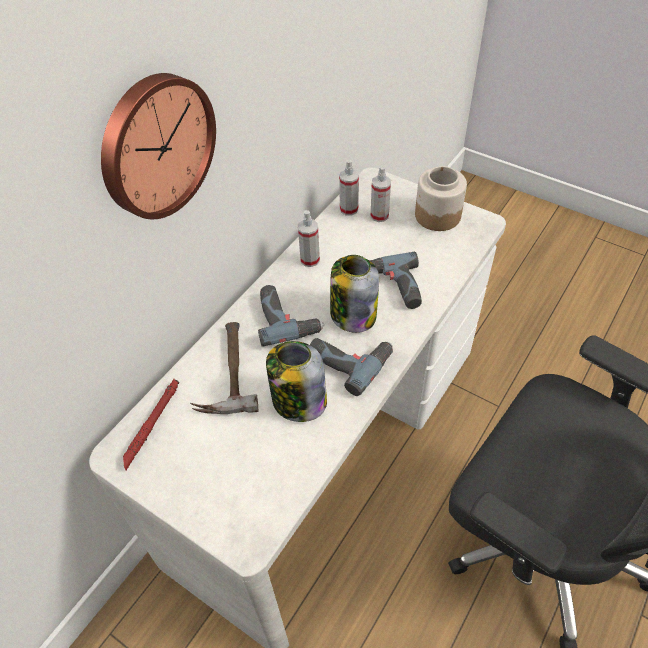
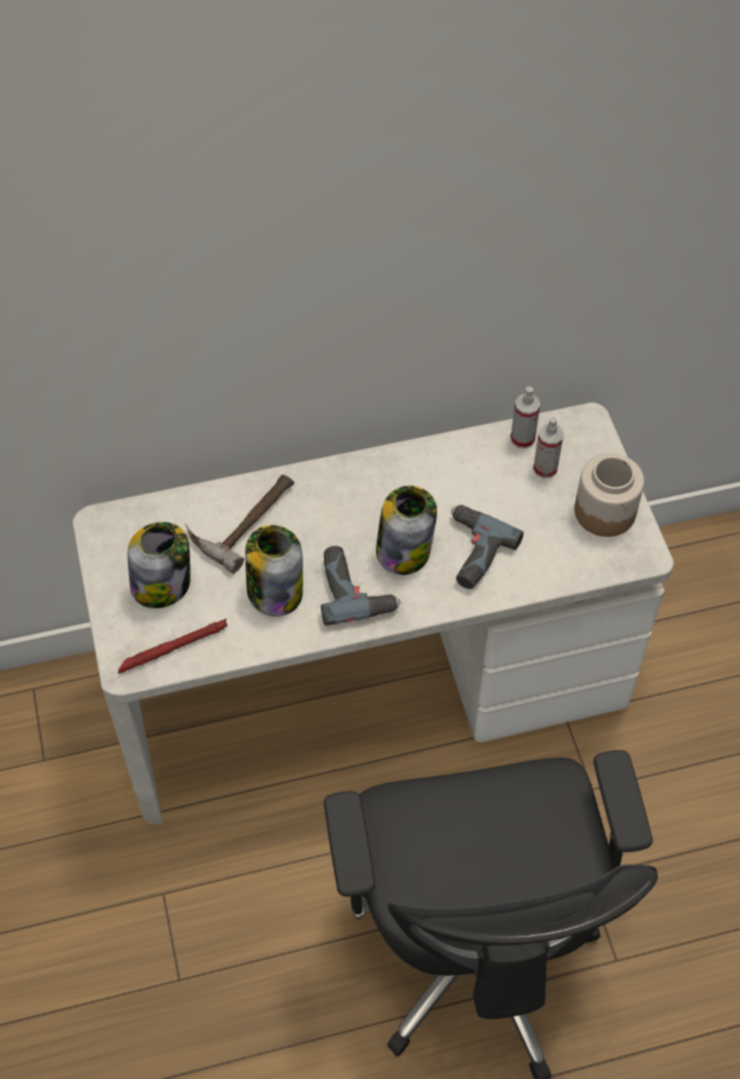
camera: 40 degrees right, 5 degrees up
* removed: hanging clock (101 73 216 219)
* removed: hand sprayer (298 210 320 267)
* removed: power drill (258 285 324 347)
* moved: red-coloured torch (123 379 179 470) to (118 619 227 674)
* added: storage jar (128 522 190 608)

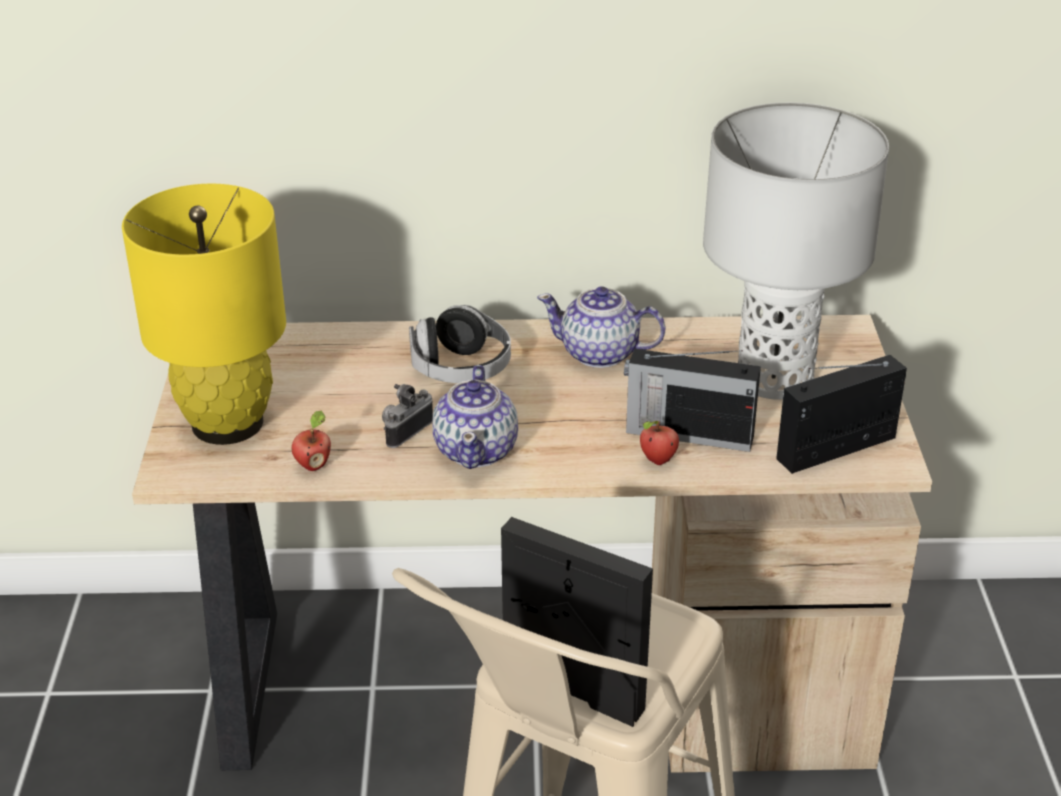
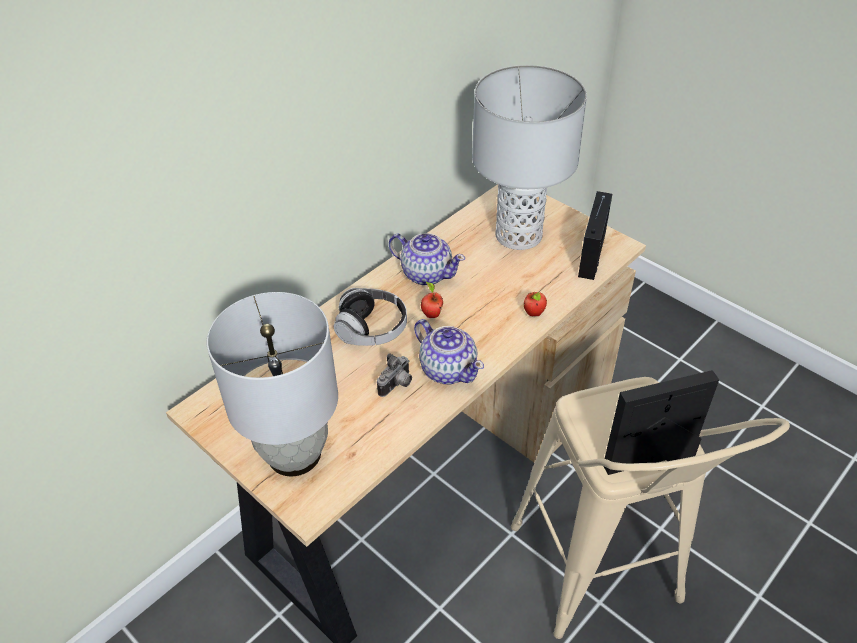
camera: 45 degrees left, 10 degrees up
* recoloured: yellow lamp for a table (122 184 286 445) to white lamp for a table (207 292 338 476)
* turned: tea pot (537 286 666 368) = (389 233 465 286) 120 degrees counterclockwise
* removed: radio set (624 349 761 452)
* turned: photo camera (382 384 433 448) = (377 353 412 397) 135 degrees counterclockwise
* moved: apple (292 410 331 471) to (421 281 443 318)

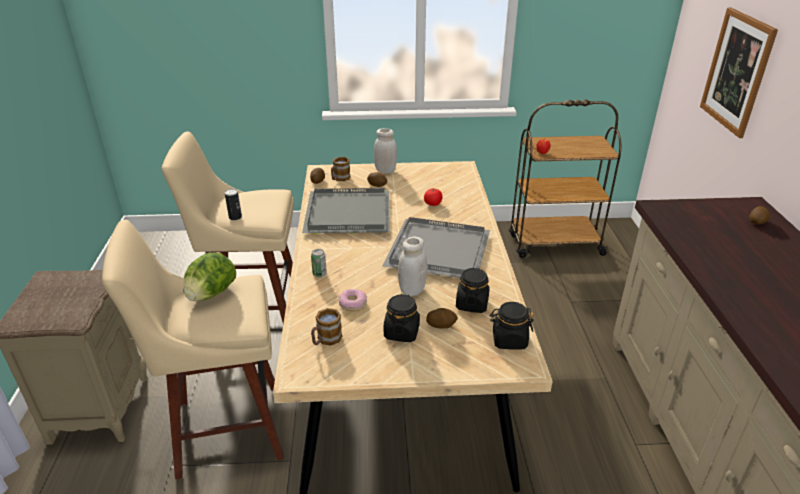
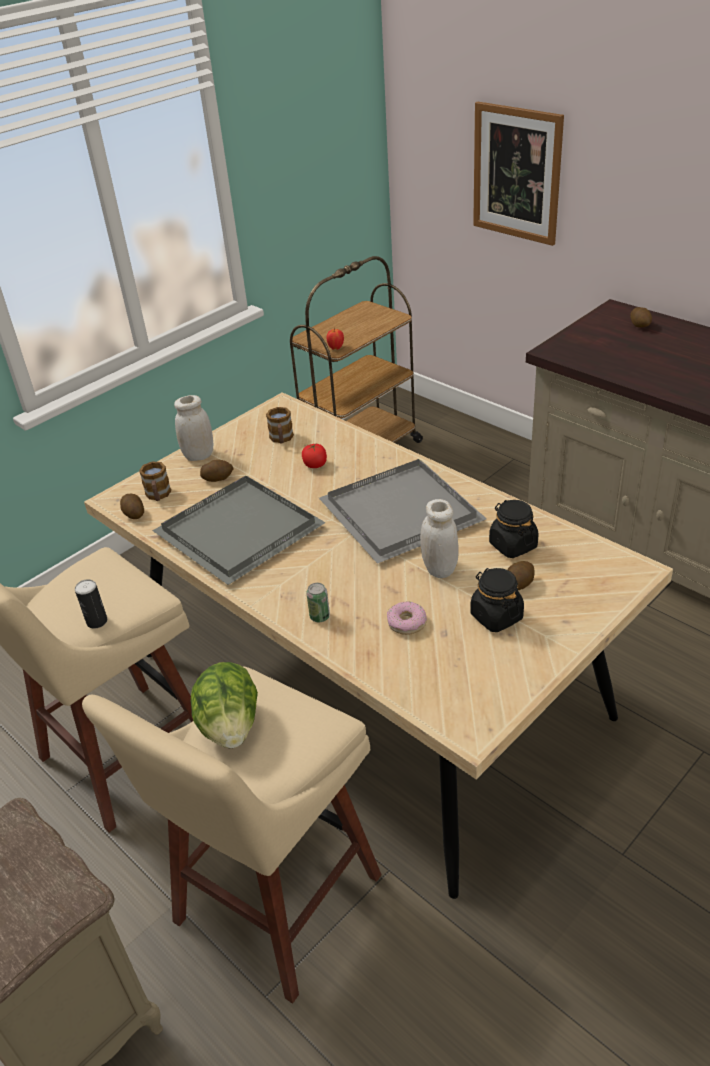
camera: 40 degrees left, 5 degrees up
* removed: blackish storage jar (490 302 534 350)
* moved: mug (311 308 342 346) to (266 407 294 443)

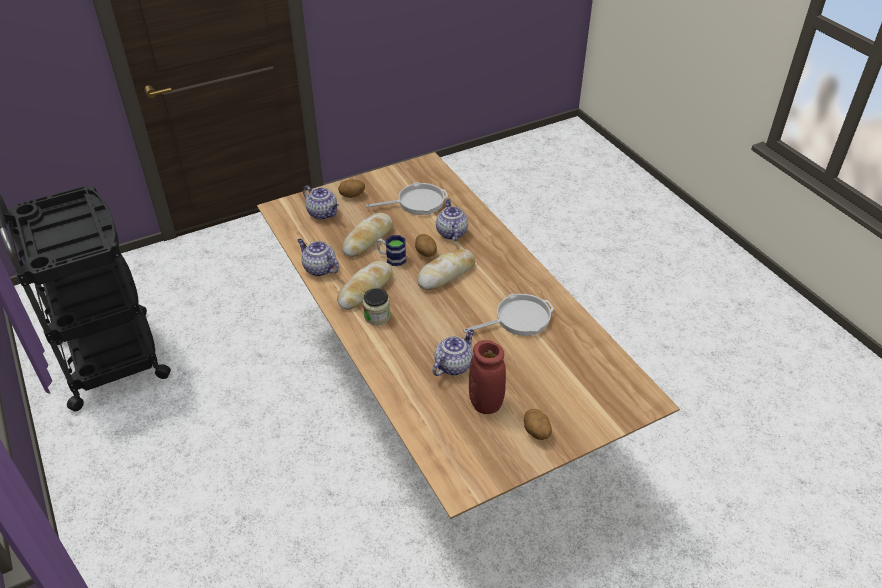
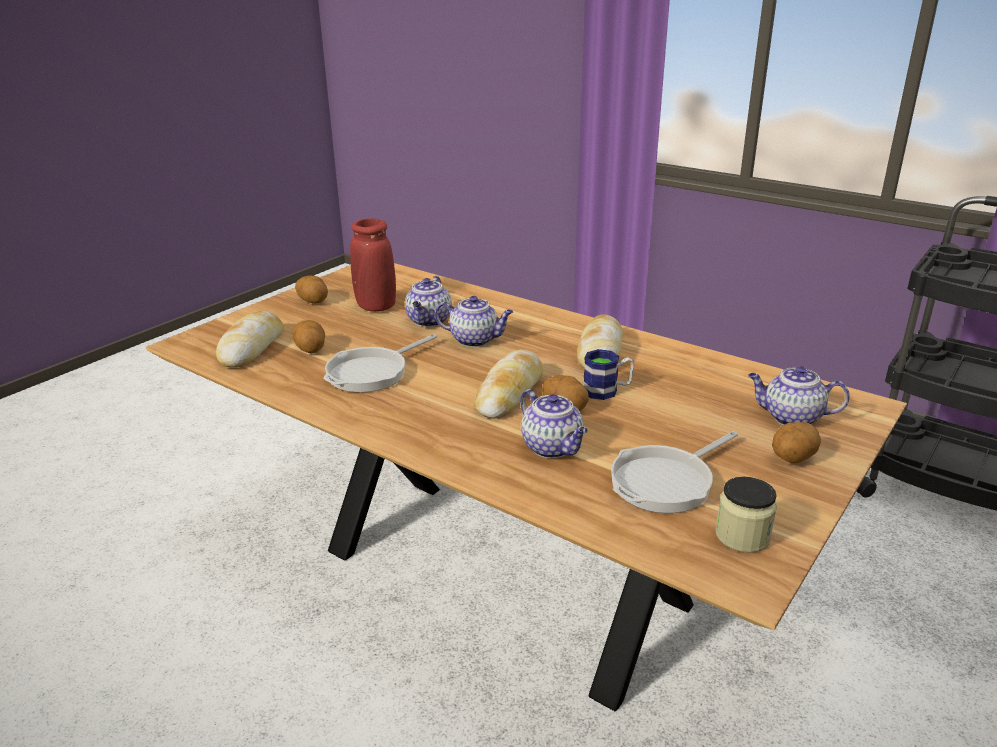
camera: 155 degrees right, 15 degrees down
* moved: bread (342 213 393 257) to (216 310 284 367)
* moved: tea pot (297 238 339 276) to (435 296 514 347)
* moved: storage jar (363 288 390 325) to (715 477 777 553)
* added: spud (293 320 325 354)

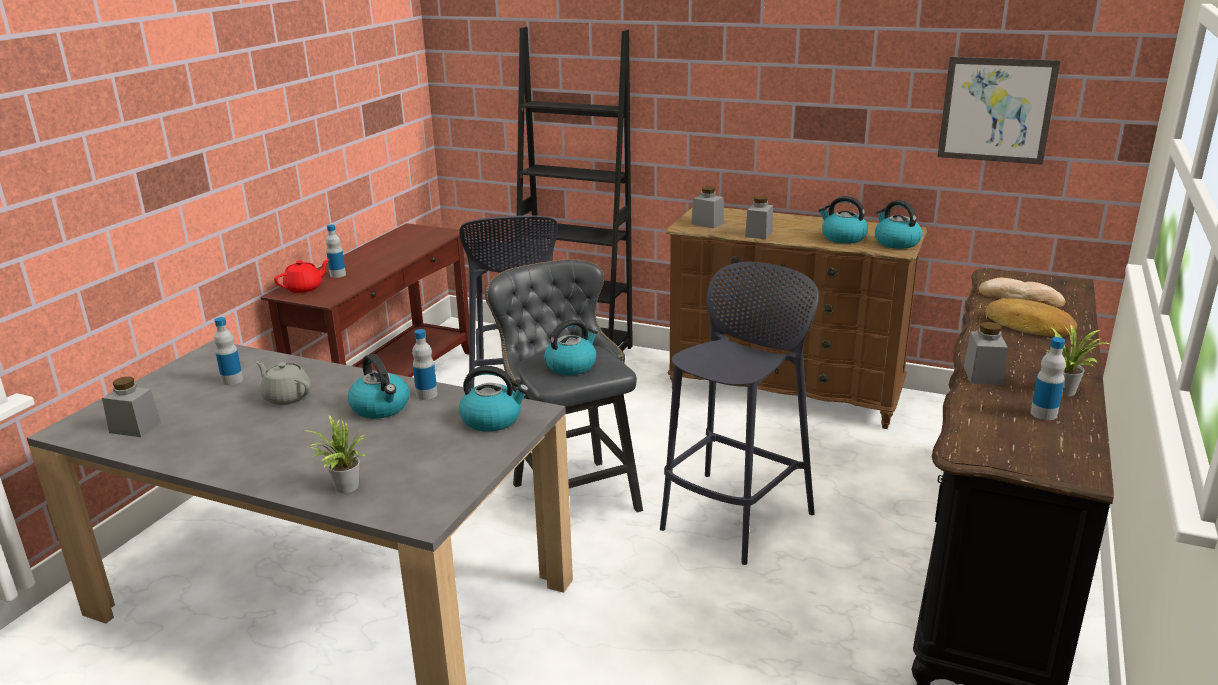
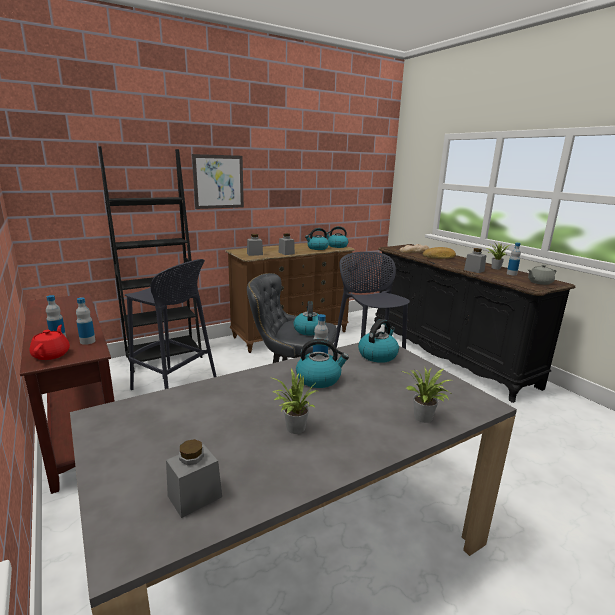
camera: 55 degrees left, 5 degrees down
* moved: wall picture (938 56 1060 165) to (192 154 244 209)
* moved: drink bottle (214 317 243 385) to (76 297 96 345)
* moved: greyish tea pot (256 361 311 405) to (528 265 556 285)
* added: potted plant (272 368 317 434)

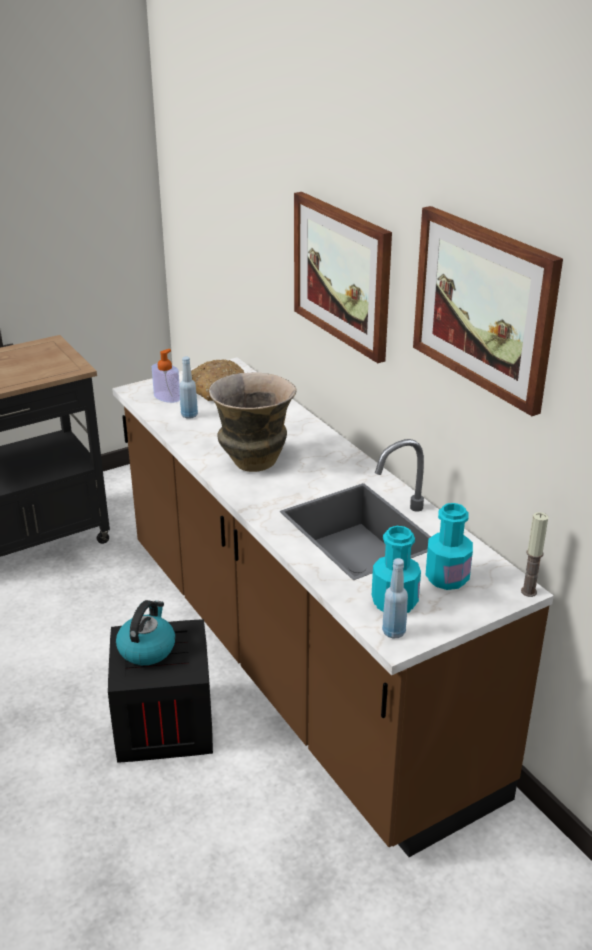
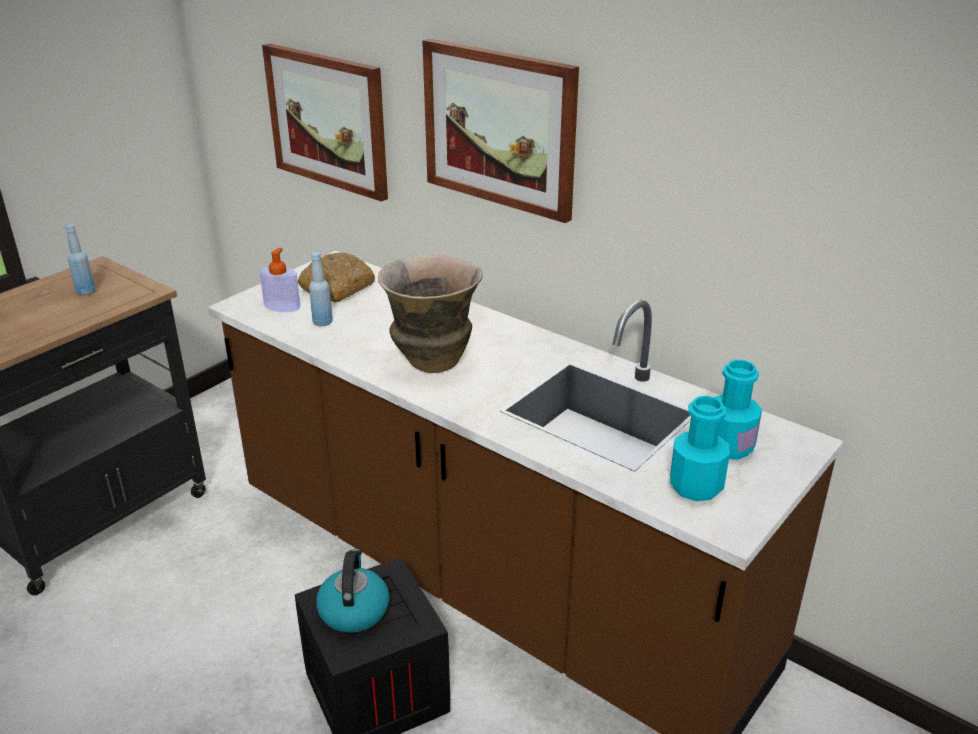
camera: 20 degrees left, 0 degrees up
* moved: wall picture (413 206 563 416) to (262 43 388 202)
* removed: wax light (521 512 548 597)
* moved: blue-coloured drink bottle (382 558 408 638) to (65 224 95 296)

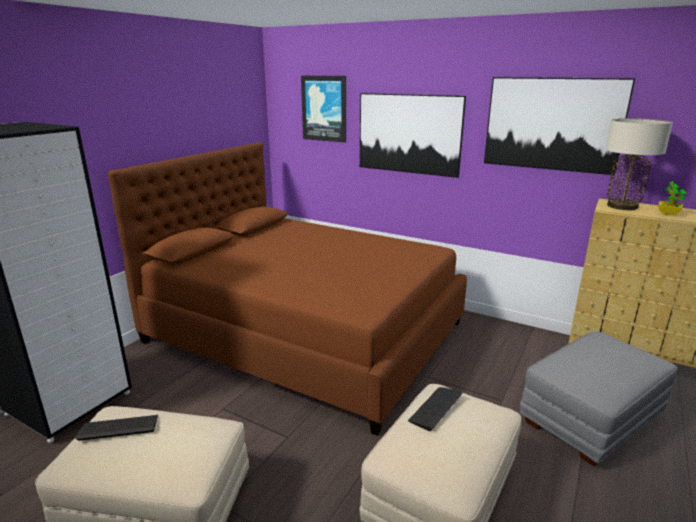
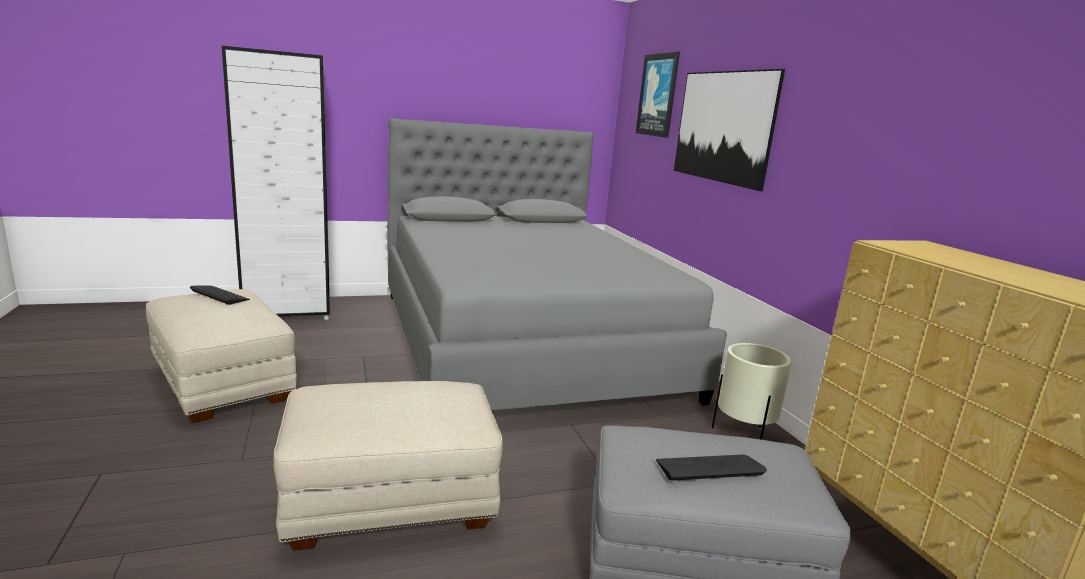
camera: 40 degrees right, 5 degrees down
* removed: wall picture (484 77 635 175)
* removed: lamp for a table (605 118 673 210)
* recoloured: brown sleeping bed (108 142 467 436) to greyish sleeping bed (387 118 727 410)
* removed: potted plant (658 181 686 216)
* moved: PC keyboard (408 387 462 431) to (656 454 767 481)
* added: beige plant pot (712 343 792 440)

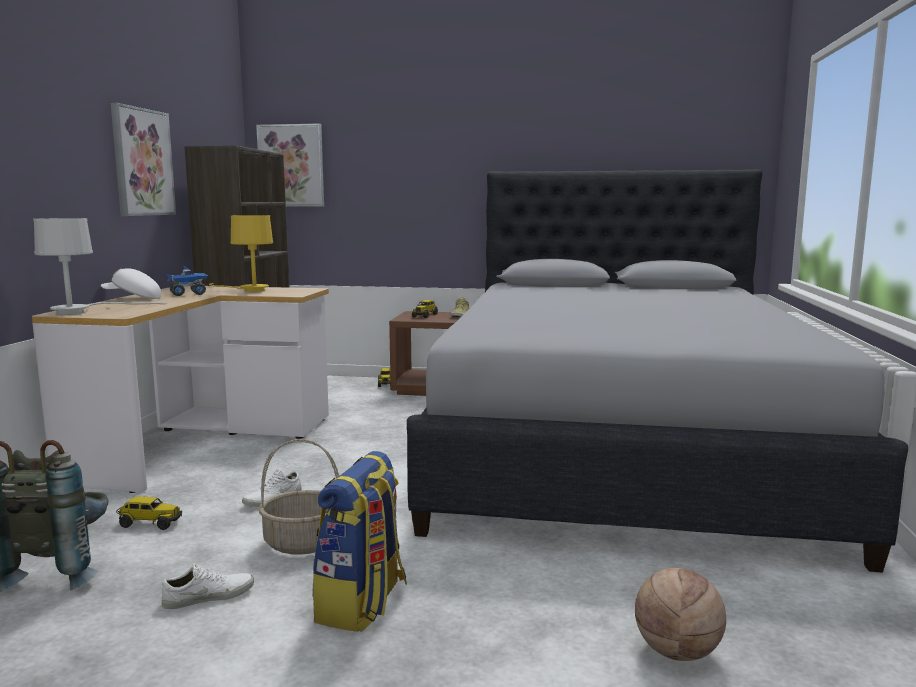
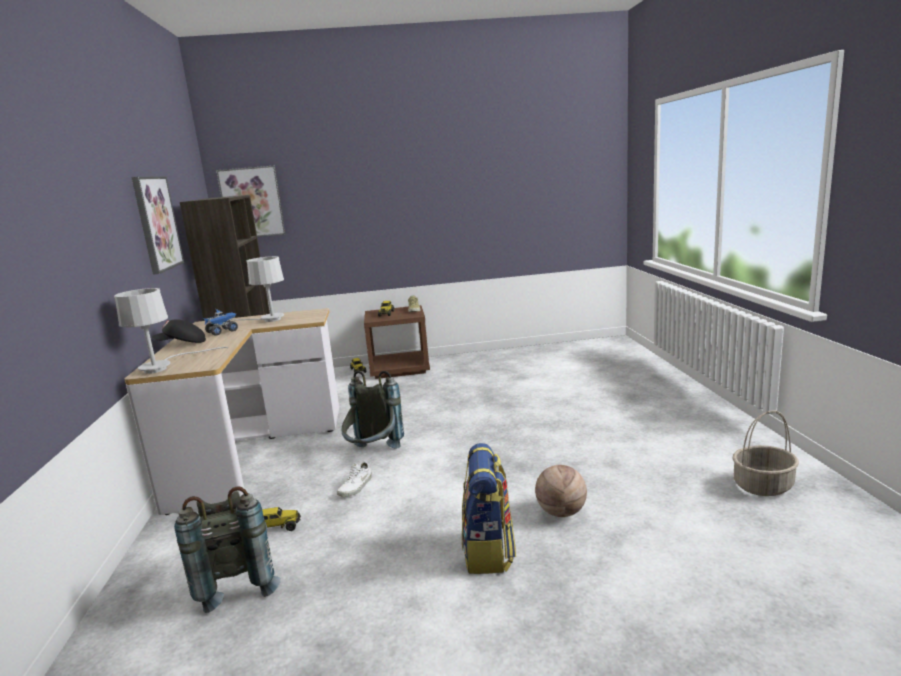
camera: 15 degrees left, 5 degrees up
* removed: greyish sleeping bed (407 169 908 573)
* recoloured: yellow lamp for a table (209 215 273 292) to white lamp for a table (232 256 284 322)
* recoloured: white baseball cap (101 268 161 299) to blackish baseball cap (152 319 206 343)
* moved: basket (259 439 339 555) to (733 410 799 496)
* removed: white item of footwear (162 563 254 609)
* moved: ball for basketball (635 568 726 661) to (535 465 587 517)
* added: greyish knapsack (342 371 404 449)

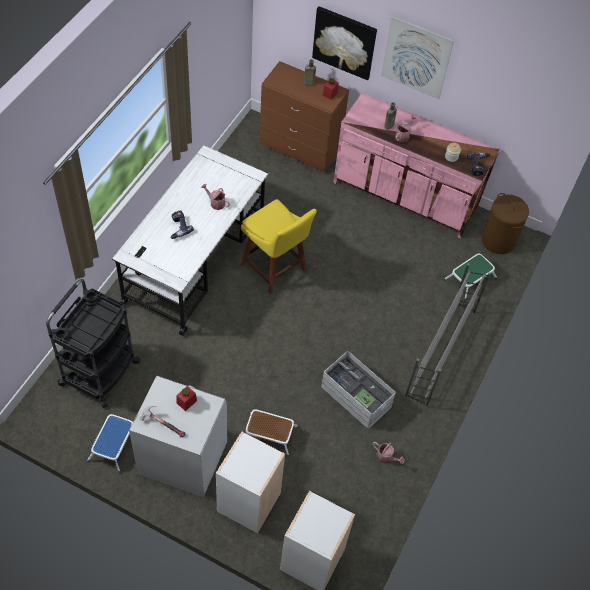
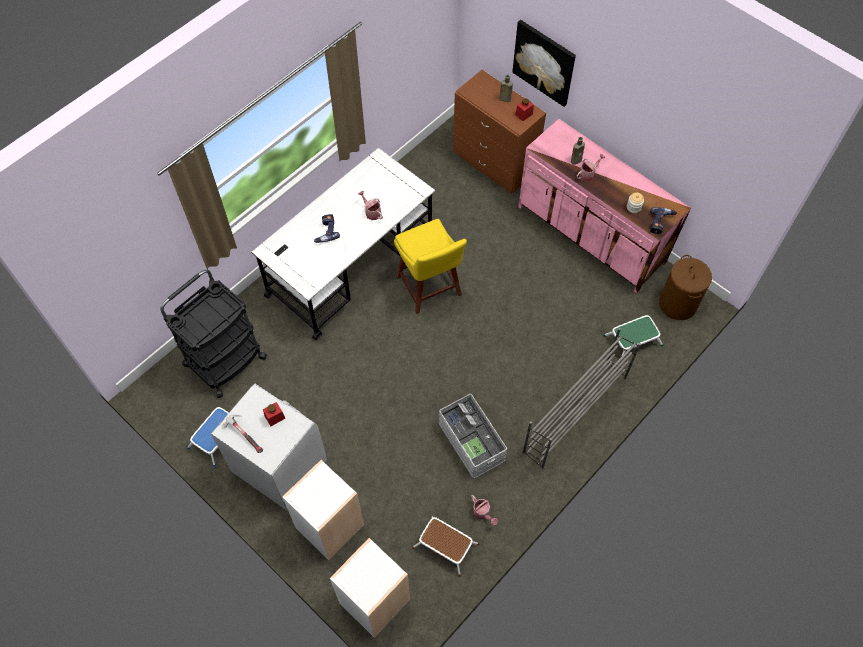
camera: 20 degrees right, 5 degrees up
* removed: wall picture (381 16 454 99)
* moved: brown step ladder (246 409 299 458) to (412 516 480 577)

